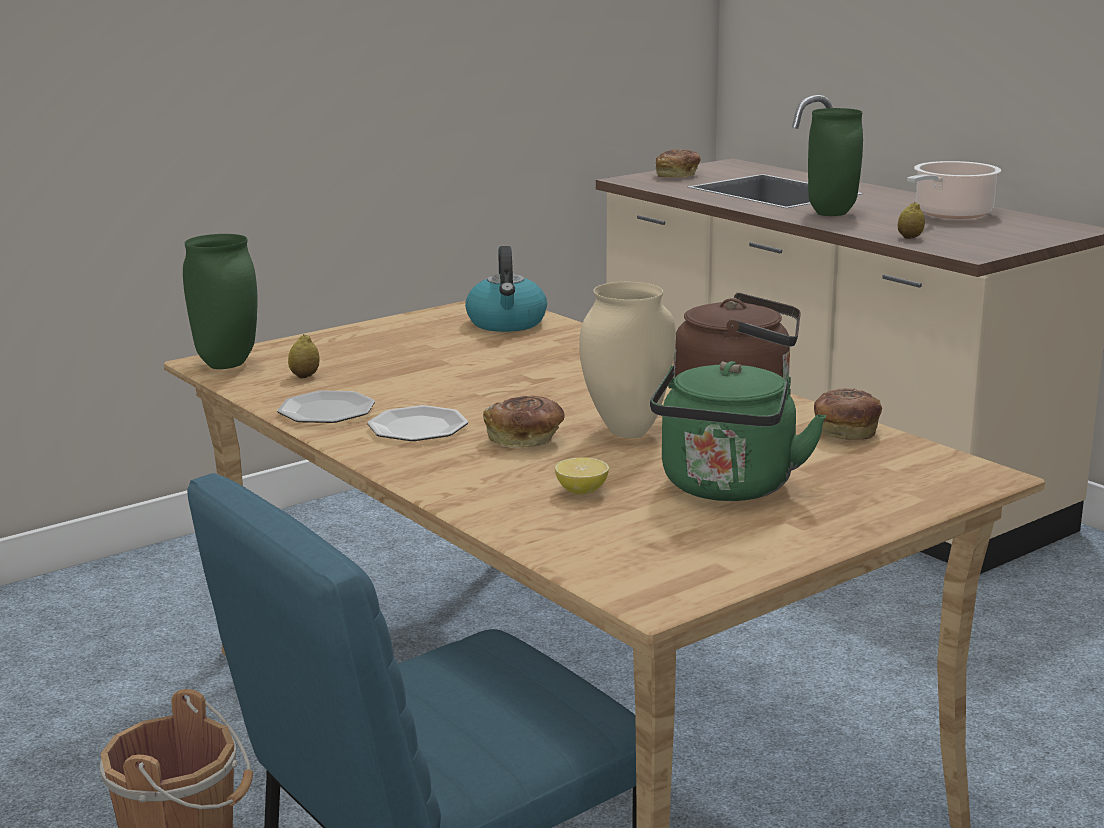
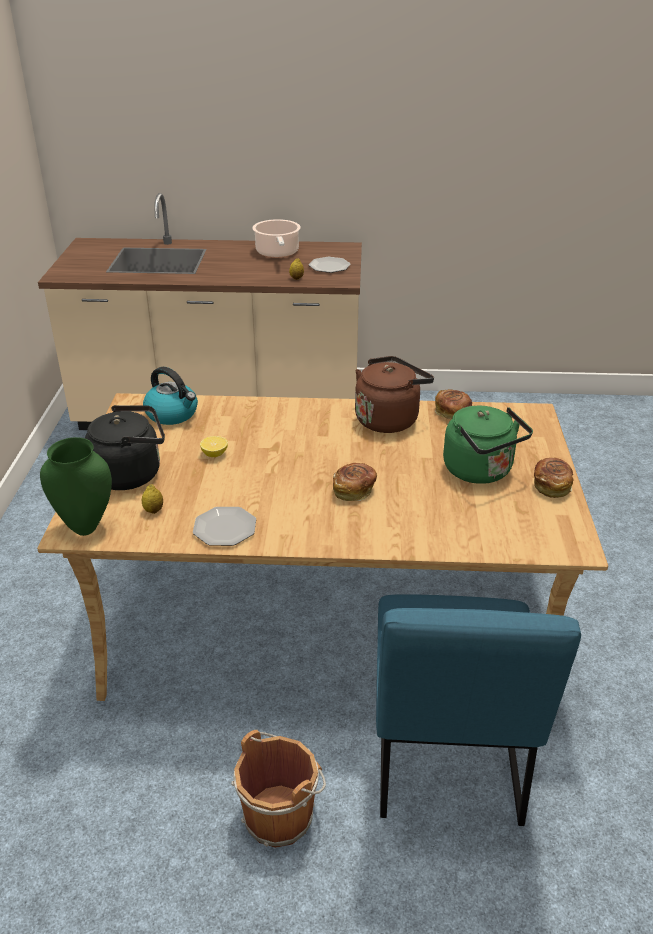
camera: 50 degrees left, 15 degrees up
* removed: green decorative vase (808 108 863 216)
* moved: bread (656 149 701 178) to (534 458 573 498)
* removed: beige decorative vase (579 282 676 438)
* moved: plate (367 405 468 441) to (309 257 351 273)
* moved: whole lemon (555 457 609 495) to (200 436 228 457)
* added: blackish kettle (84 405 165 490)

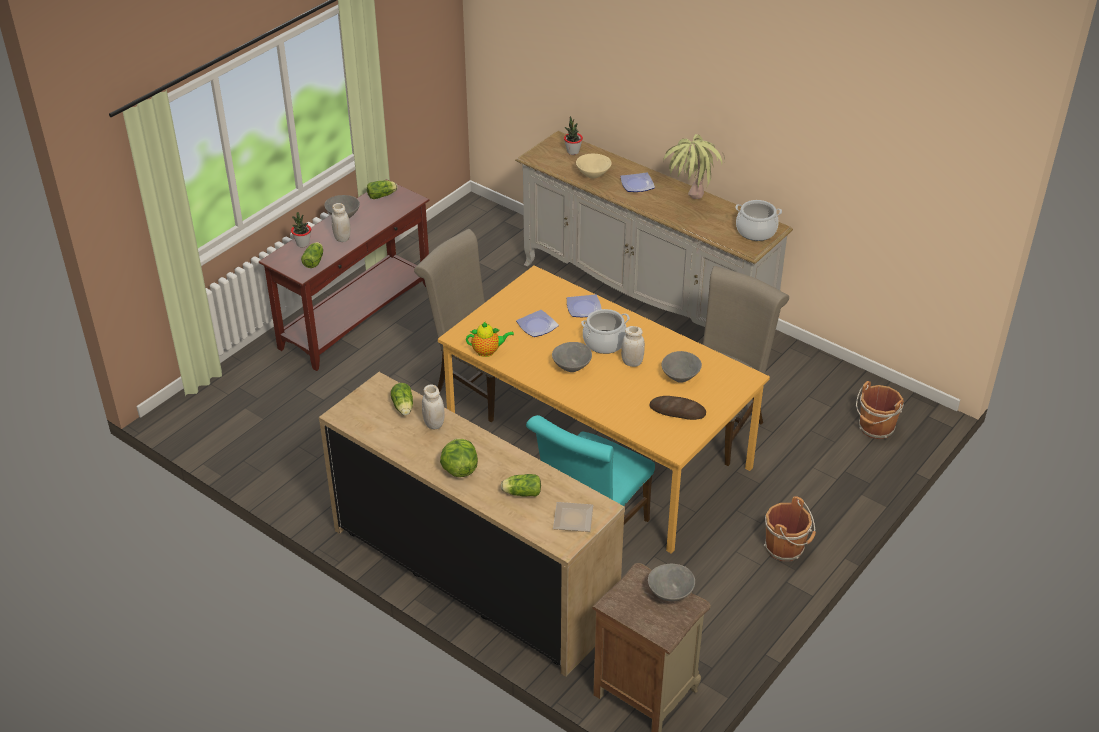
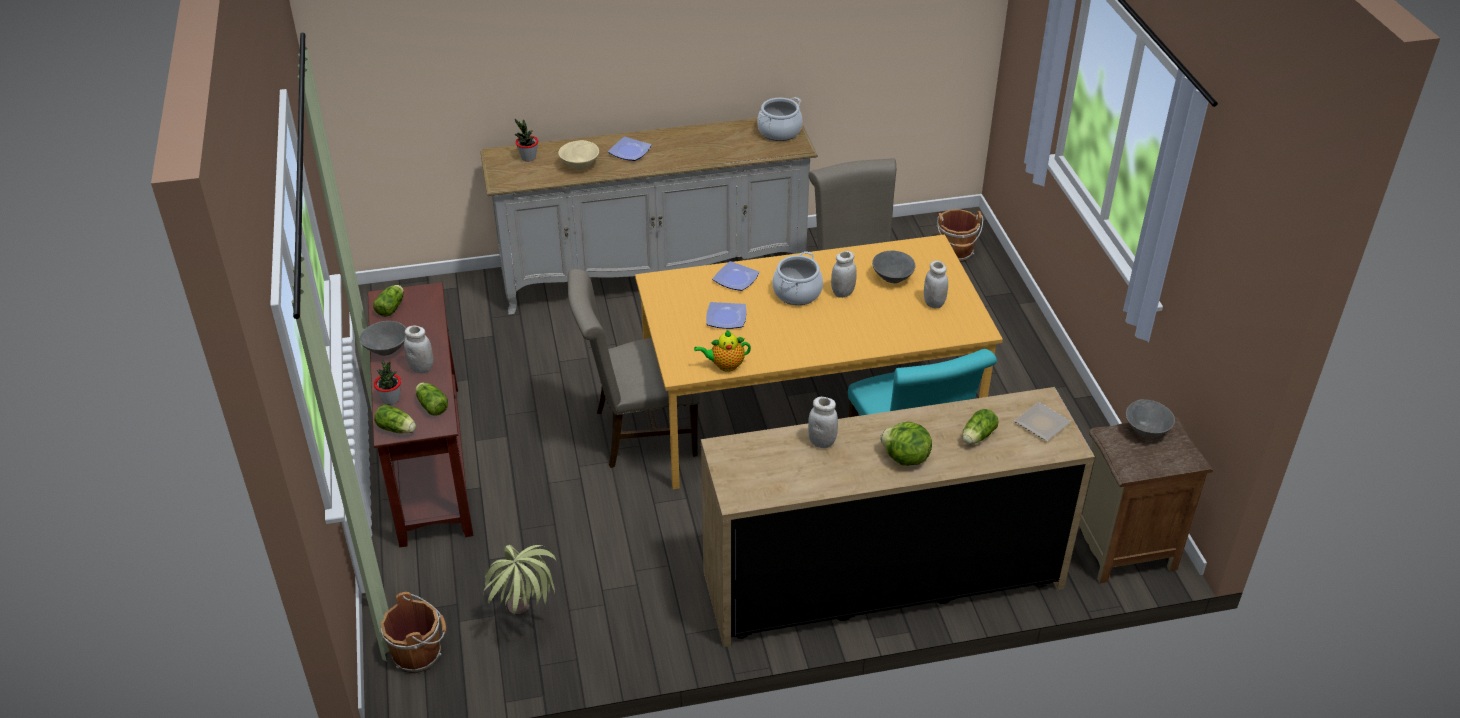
camera: 50 degrees left, 0 degrees up
* moved: potted plant (663 134 725 199) to (483 545 556 615)
* turned: tea pot (466 322 514 357) = (694 330 751 372) 135 degrees counterclockwise
* removed: greyish deep dish (552 342 592 372)
* moved: lettuce head (391 383 413 415) to (374 405 416 434)
* replaced: bread (650 396 706 420) to white storage jar (924 261 948 308)
* moved: brown bucket (764 496 816 561) to (381 592 446 673)

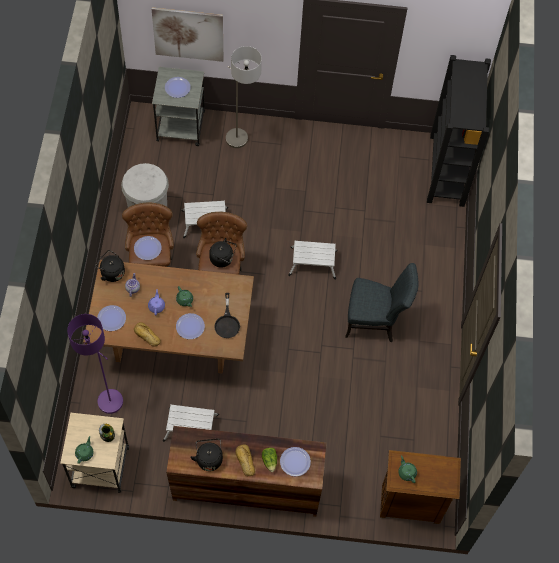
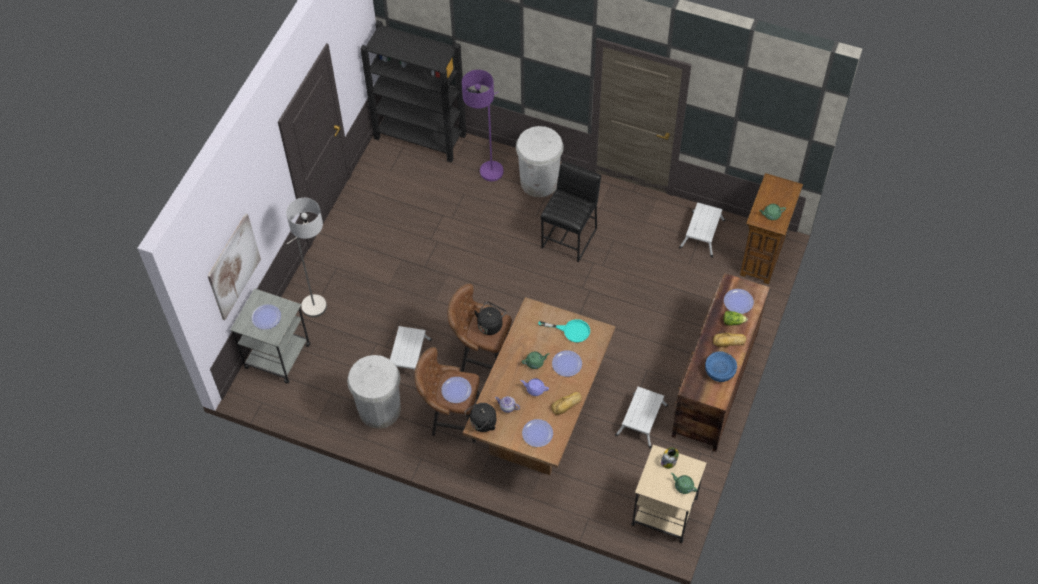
camera: 70 degrees left, 5 degrees down
* moved: white step ladder (289 240 338 279) to (679 202 726 258)
* replaced: greyish plain chair (345 263 419 343) to blackish sitting stool (541 161 601 262)
* recoloured: blackish pan (214 293 240 338) to blue-green pan (538 319 590 343)
* moved: purplish standard lamp (67 314 123 414) to (462 70 504 181)
* replaced: blackish kettle (190 438 223 471) to blue-coloured deep dish (705 352 737 382)
* added: white trash can (516 126 564 197)

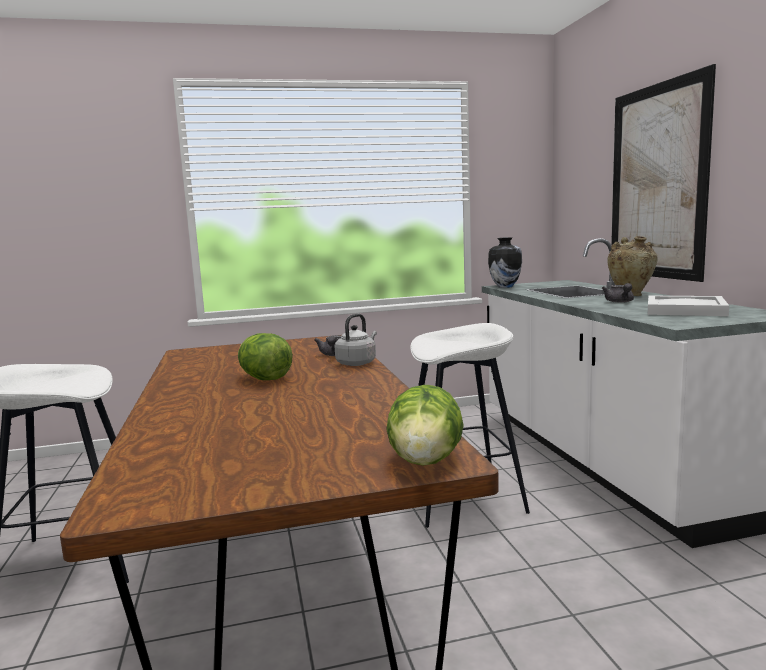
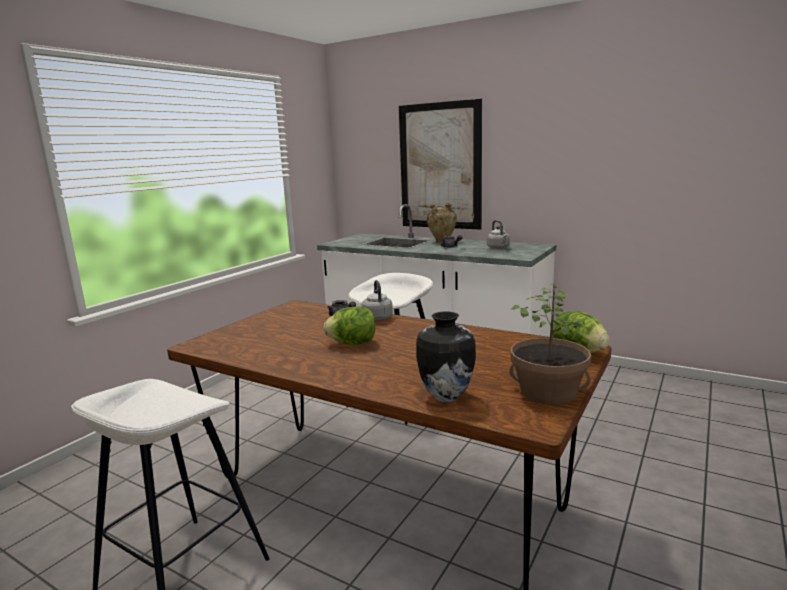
camera: 45 degrees left, 5 degrees up
* moved: decorative vase (488 237 522 288) to (416 311 476 402)
* replaced: white carrying tray (648 296 729 316) to greyish kettle (487 220 510 249)
* added: potted plant (509 284 591 404)

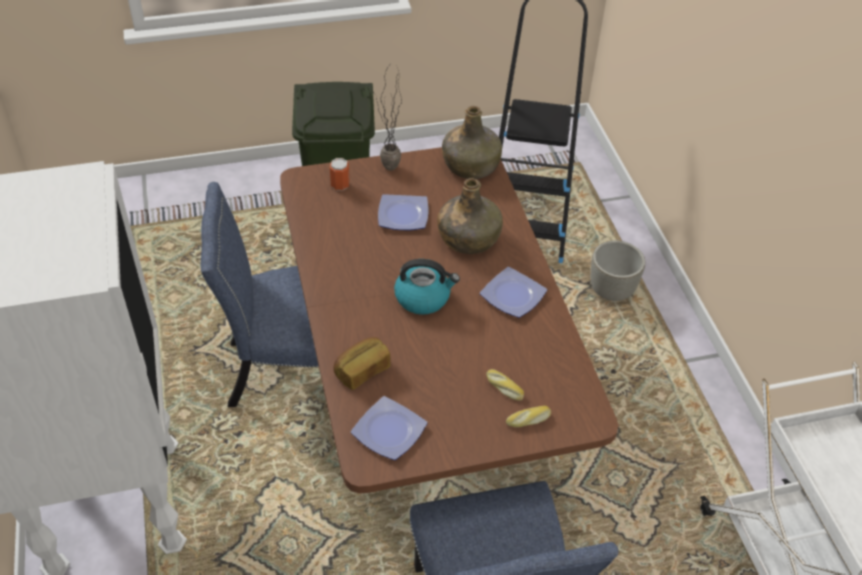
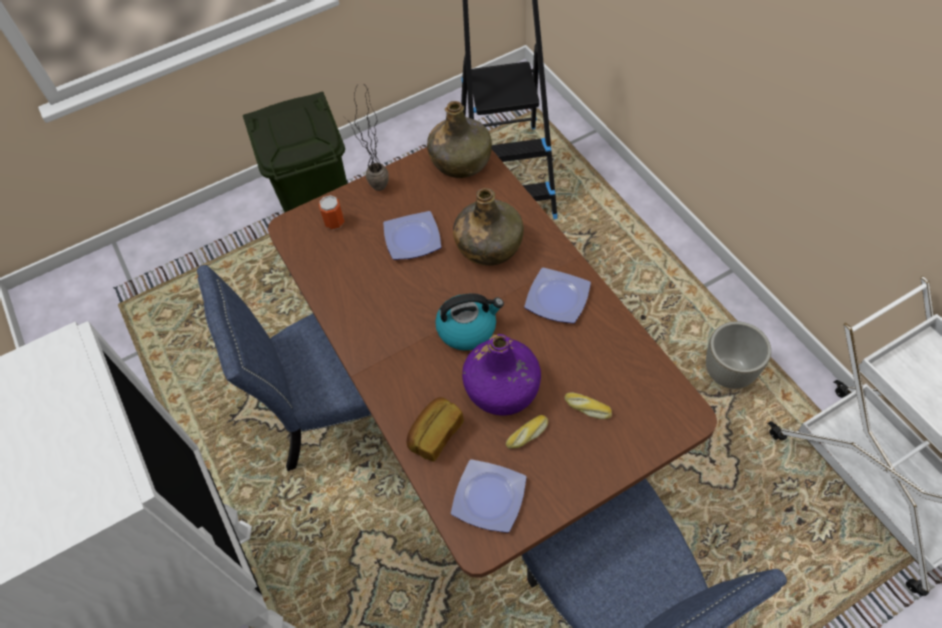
camera: 10 degrees left, 10 degrees up
* moved: greyish plant pot (590 240 645 301) to (706 321 771 389)
* moved: bread (506 406 551 427) to (506 415 548 448)
* added: purplish drink bottle (462 334 541 415)

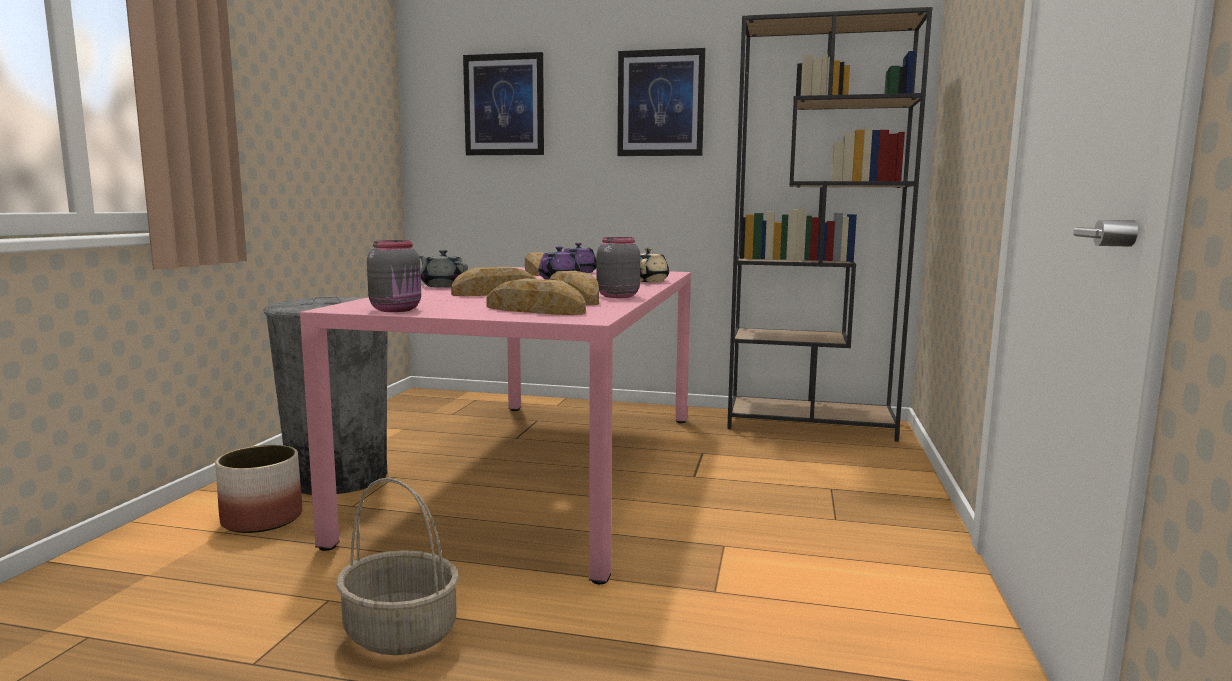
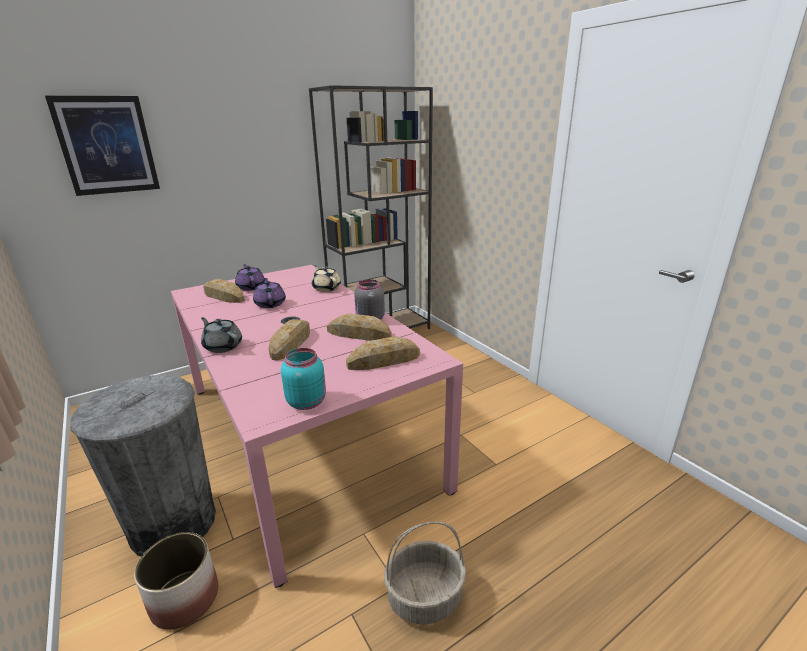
camera: 45 degrees left, 15 degrees up
* removed: wall picture (617 48 705 156)
* recoloured: greyish storage jar (367 240 421 312) to blue-green storage jar (281 348 326 410)
* turned: greyish tea pot (419 250 468 288) = (201 317 242 353) 45 degrees clockwise

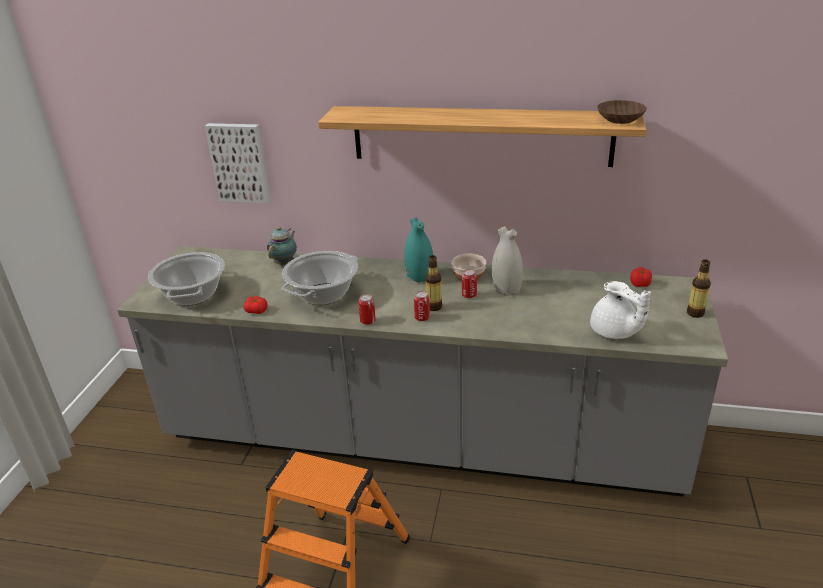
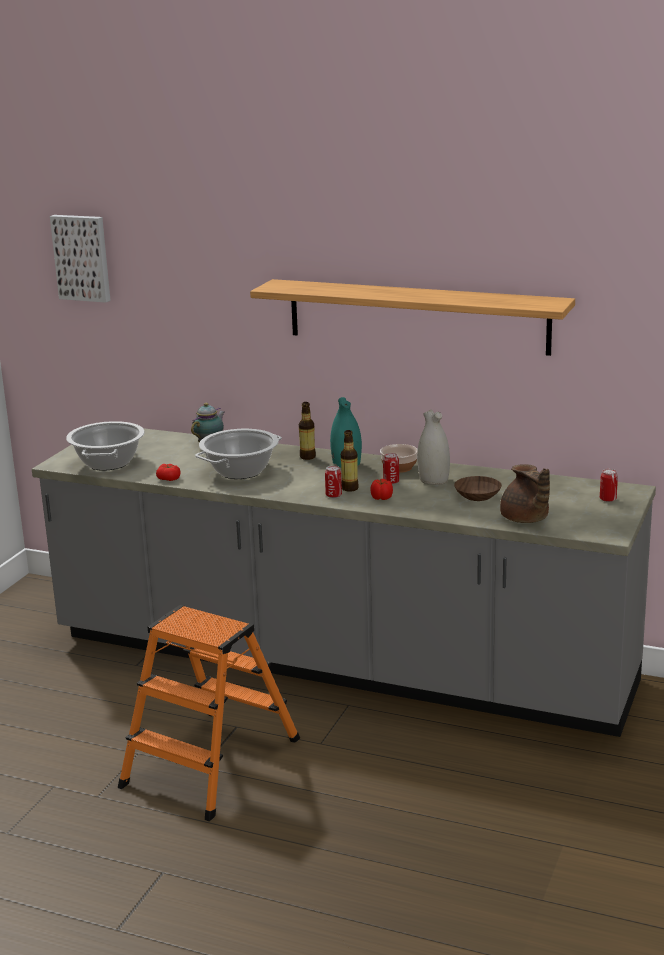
camera: 10 degrees right, 10 degrees down
* moved: brown deep dish (597 100 647 124) to (454 476 502 501)
* moved: wall picture (205 123 271 204) to (50 215 111 303)
* moved: drink bottle (687 260 711 318) to (299 402 316 460)
* moved: fresh tomato (630 267 652 287) to (370 479 393 500)
* recoloured: white tea pot (590 281 651 339) to brown tea pot (500 464 550 523)
* moved: can (358 294 376 325) to (600 469 618 502)

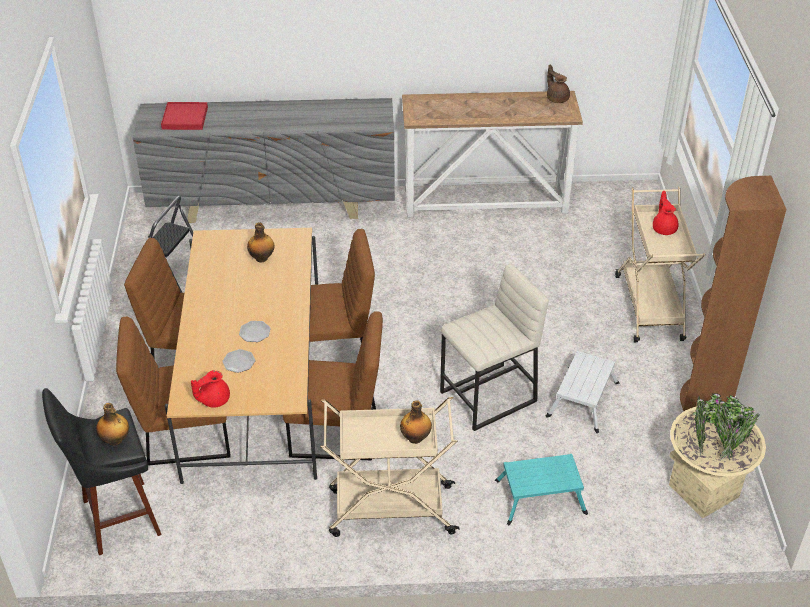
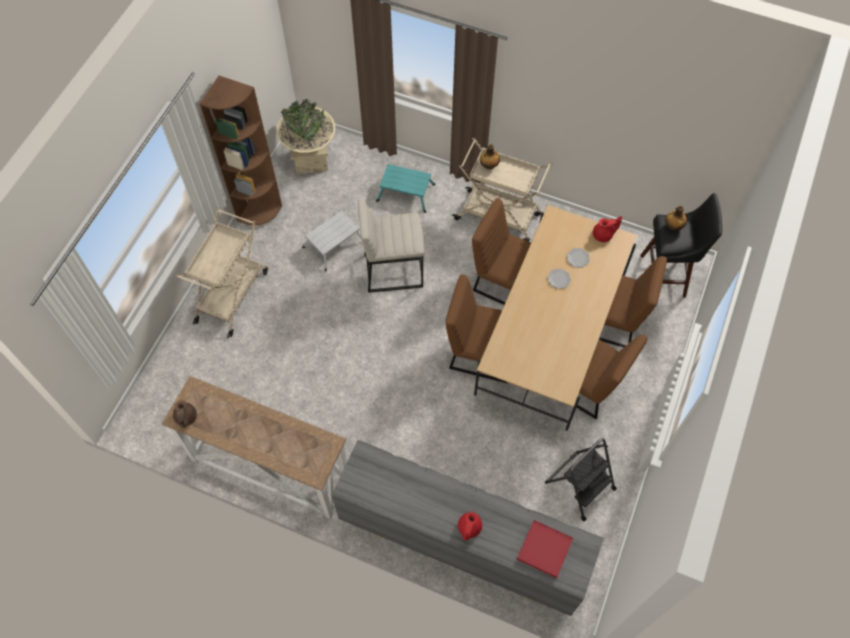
camera: 155 degrees left, 20 degrees up
* moved: red-coloured tea pot (653 191 679 235) to (458 512 482 541)
* removed: drink bottle (247 222 274 263)

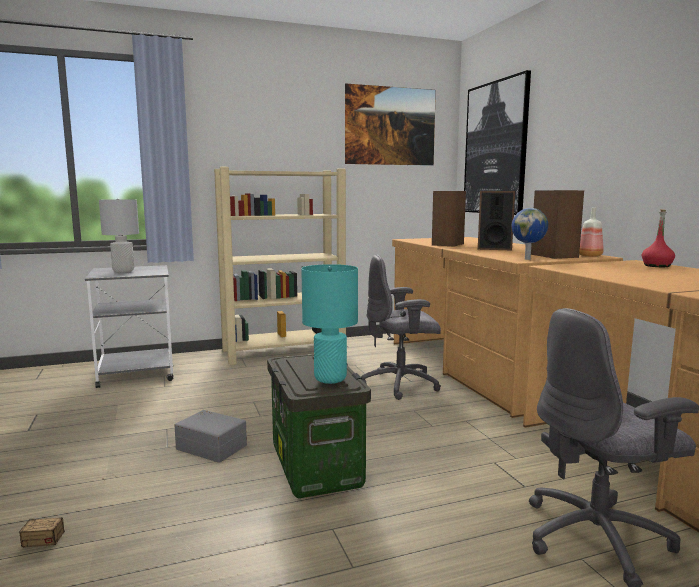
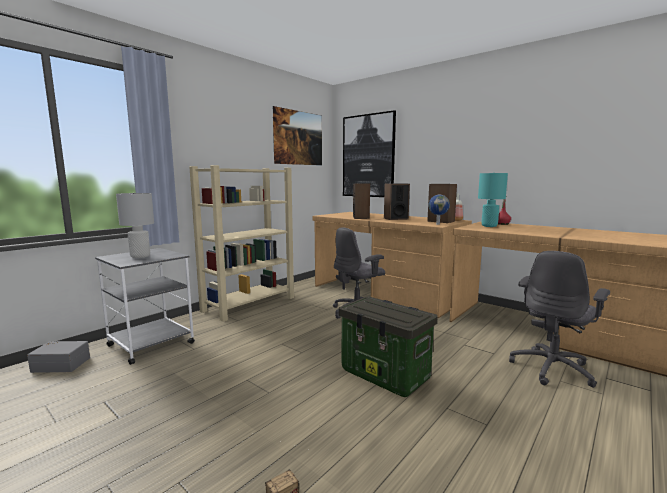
camera: 30 degrees left, 0 degrees up
* moved: blue-green lamp for a table (301 264 358 384) to (478 172 508 227)
* moved: greyish storage container (174 410 247 463) to (27 341 90 373)

